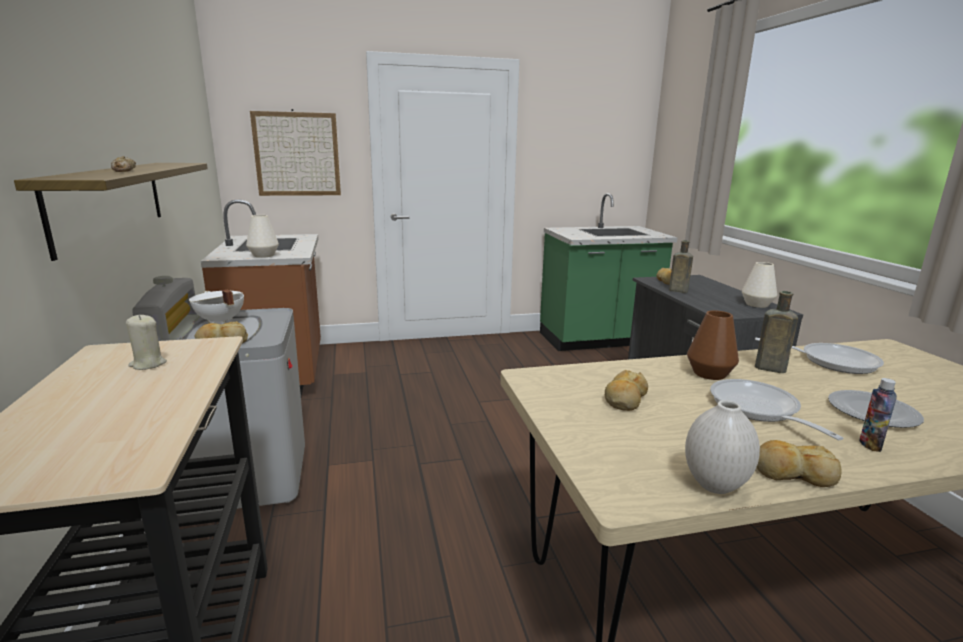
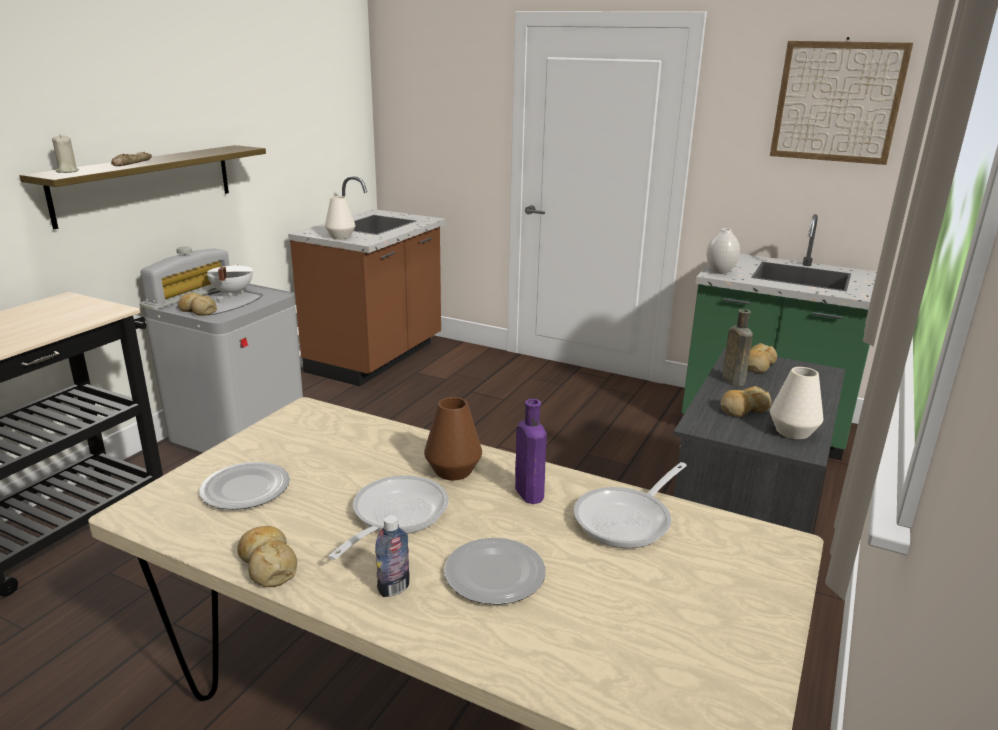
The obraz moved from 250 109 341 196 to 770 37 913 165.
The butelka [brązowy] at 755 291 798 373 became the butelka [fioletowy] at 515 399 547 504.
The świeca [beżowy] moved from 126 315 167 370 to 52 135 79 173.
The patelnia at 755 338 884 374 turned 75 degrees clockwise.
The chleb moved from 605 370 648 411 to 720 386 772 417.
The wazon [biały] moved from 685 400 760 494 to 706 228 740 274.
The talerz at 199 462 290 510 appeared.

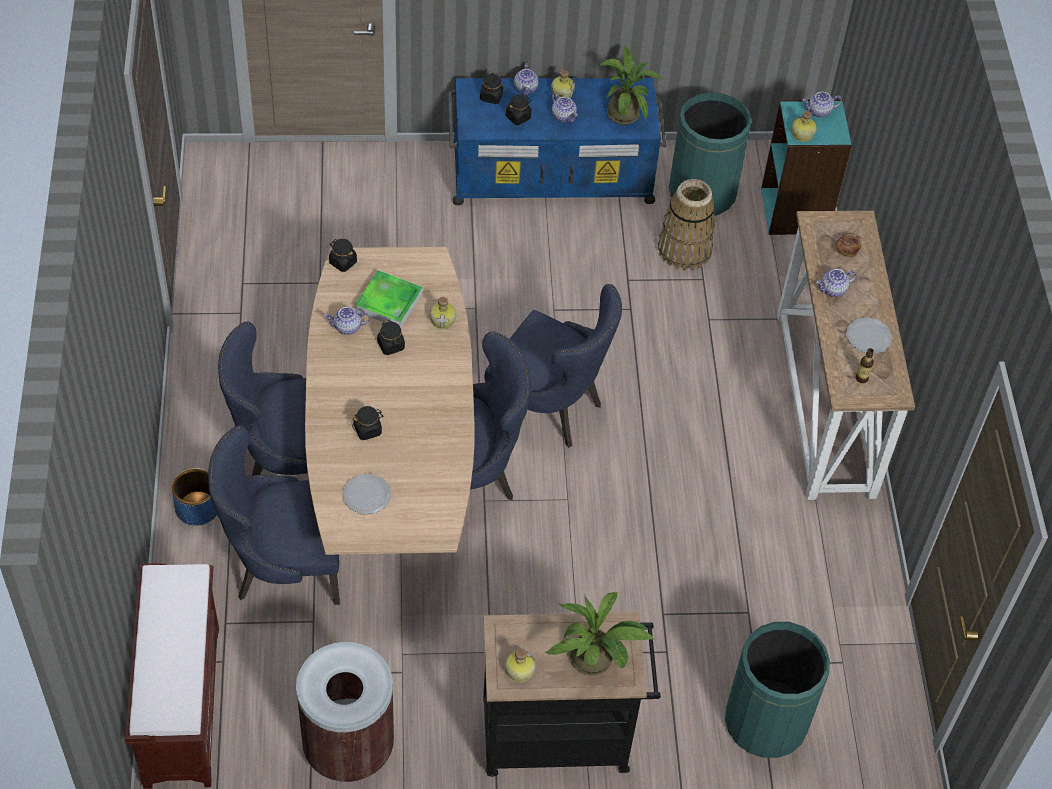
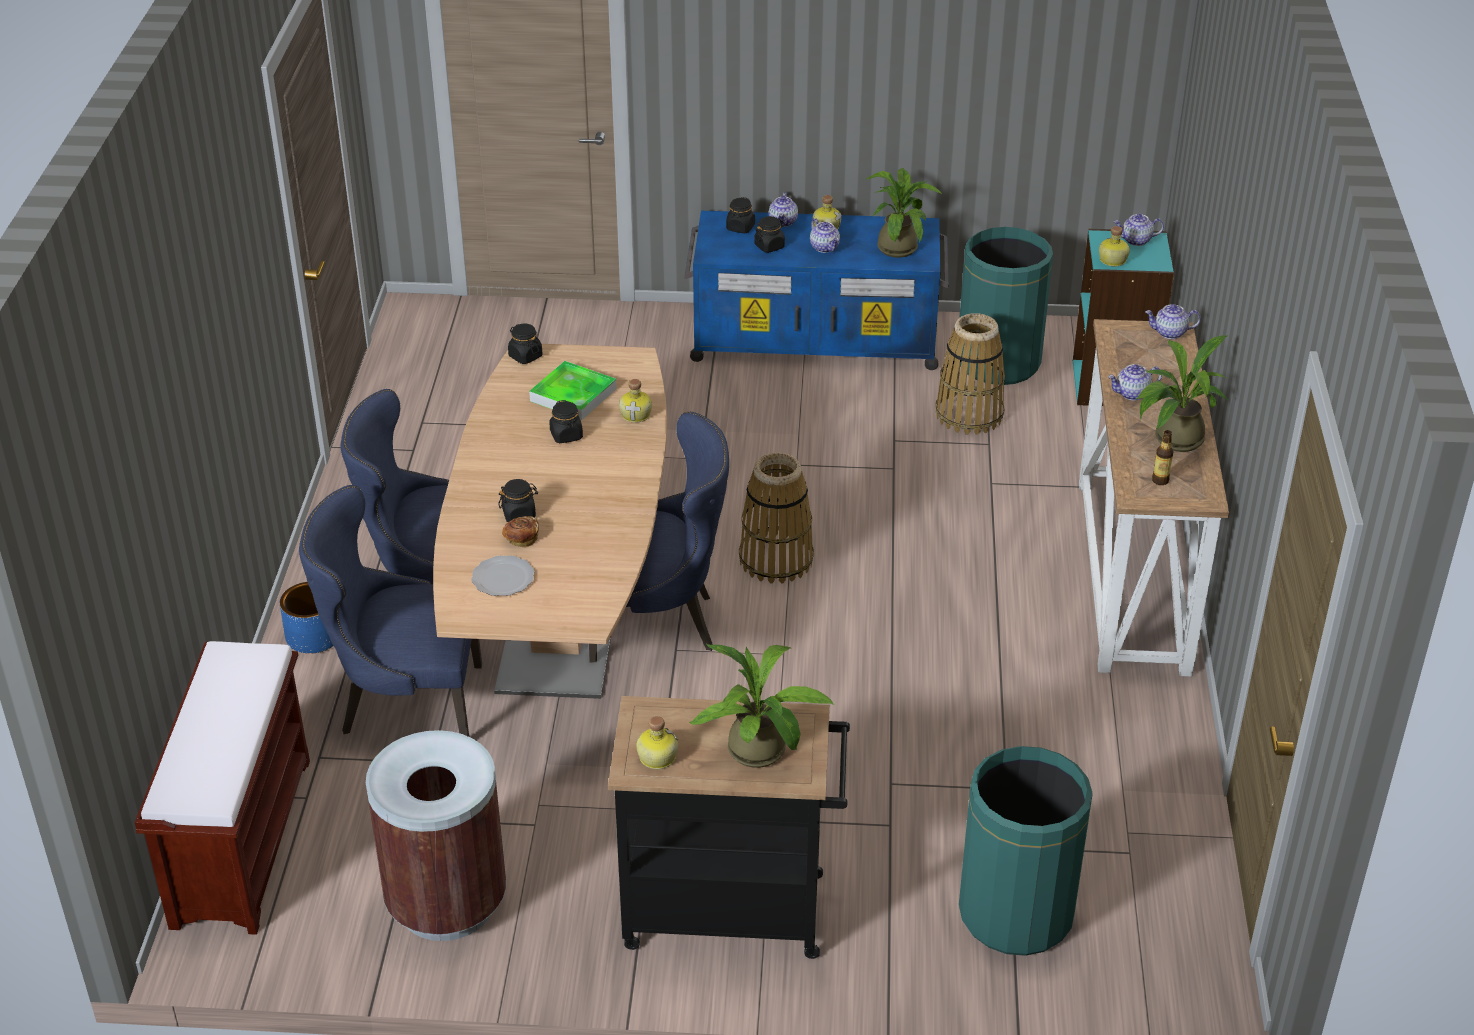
The chleb moved from 836 233 862 257 to 502 516 539 547.
The krzesło [niebieski] at 485 284 622 448 was replaced by the koszyk at 739 453 814 584.
The imbryk moved from 324 307 371 335 to 1145 304 1201 339.
The talerz at 846 317 893 354 was replaced by the roślina doniczkowa at 1136 336 1228 452.

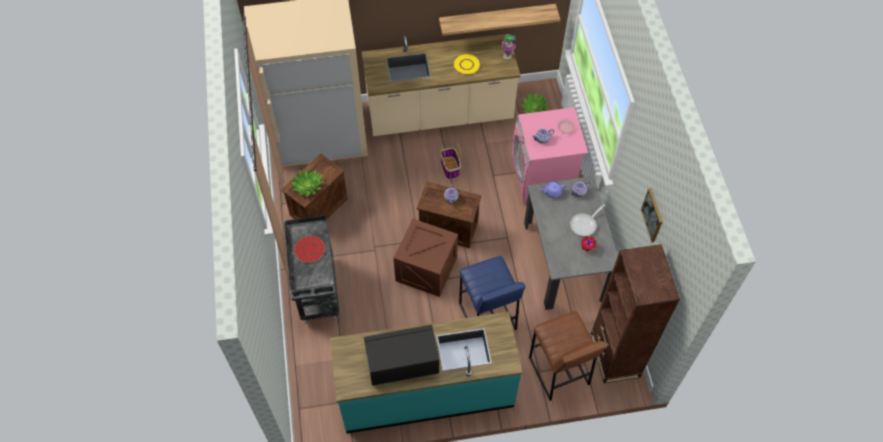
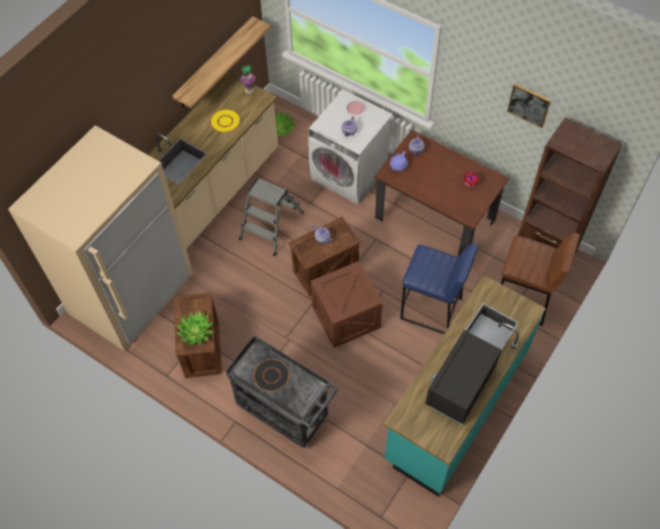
The pralka [różowy] at 512 107 588 205 became the pralka [biały] at 308 90 393 205.
The koszyk at 440 142 461 179 was replaced by the drabinka [szary] at 239 178 304 256.
The stół jadalny [szary] at 524 176 618 310 became the stół jadalny [brązowy] at 374 130 509 257.
The patelnia at 570 204 605 236 disappeared.
The talerz [czerwony] at 294 236 325 263 became the talerz [czarny] at 254 359 289 392.

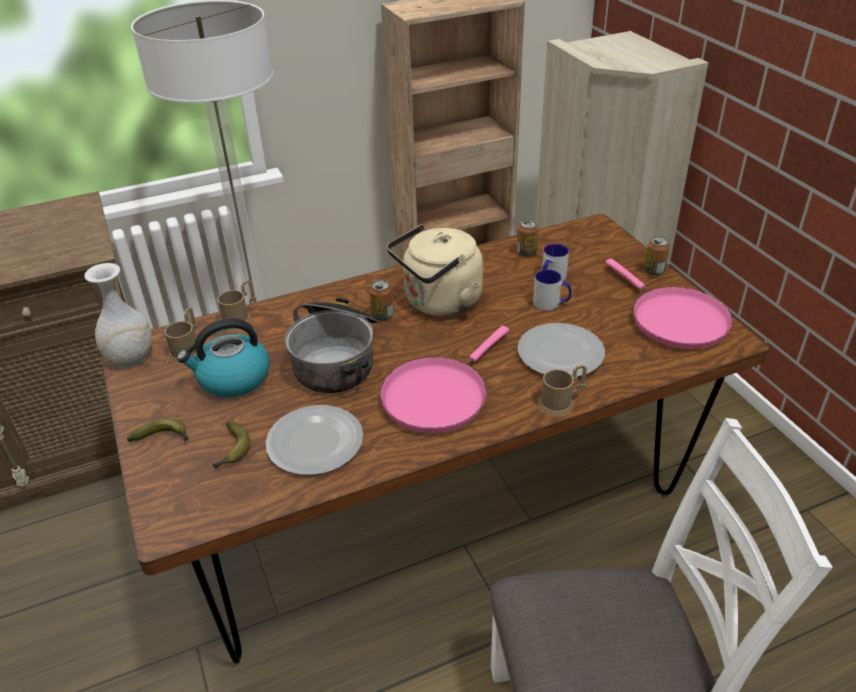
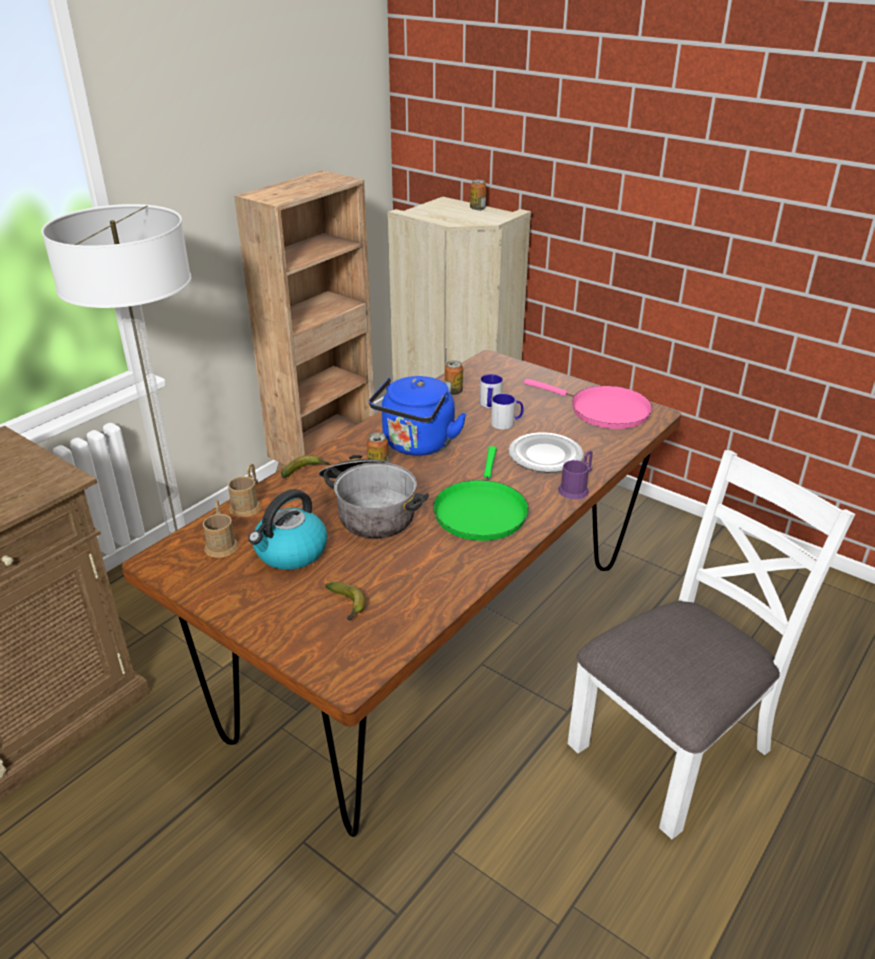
The czajnik [beżowy] at 387 224 483 316 became the czajnik [niebieski] at 369 376 467 456.
The puszka moved from 644 236 670 276 to 470 180 486 211.
The wazon [biały] at 84 263 152 367 disappeared.
The patelnia [różowy] at 380 326 509 433 became the patelnia [zielony] at 433 446 529 541.
The kubek [brązowy] at 538 365 587 417 became the kubek [fioletowy] at 558 451 593 499.
The talerz at 266 405 363 475 disappeared.
The banan moved from 127 418 189 442 to 281 455 329 478.

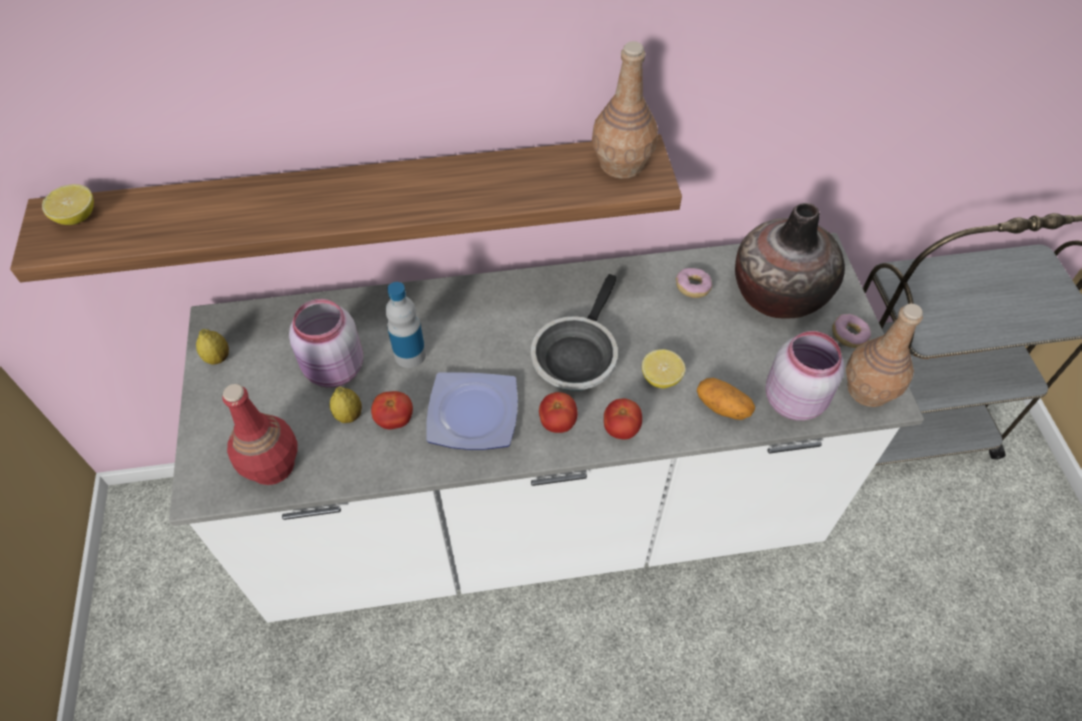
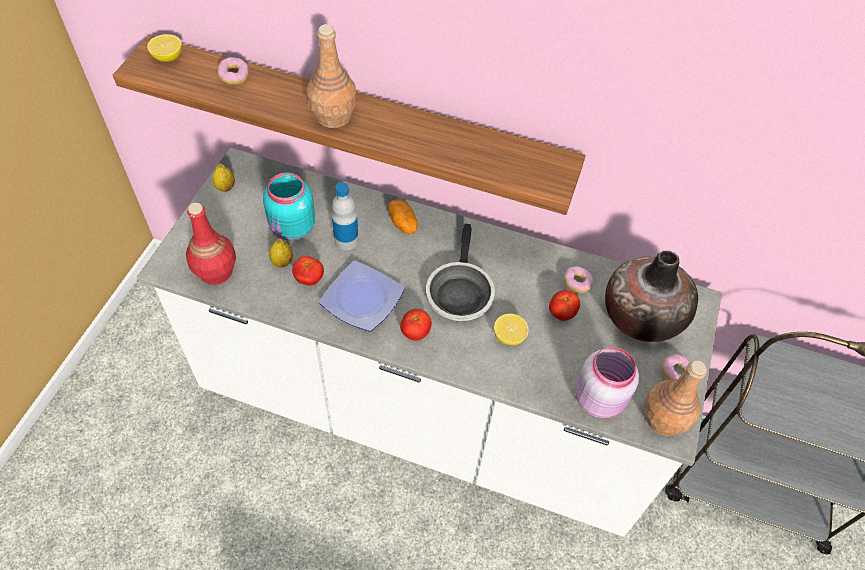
The butelka [brązowy] moved from 592 41 658 179 to 306 24 357 128.
The patelnia at 531 274 618 391 turned 45 degrees counterclockwise.
The słoik [różowy] at 289 299 363 388 became the słoik [turkusowy] at 263 173 315 241.
The ziemniak moved from 697 378 755 420 to 388 199 418 234.
The pomidor moved from 604 398 642 439 to 549 290 580 321.
The donut at 217 57 249 85 appeared.

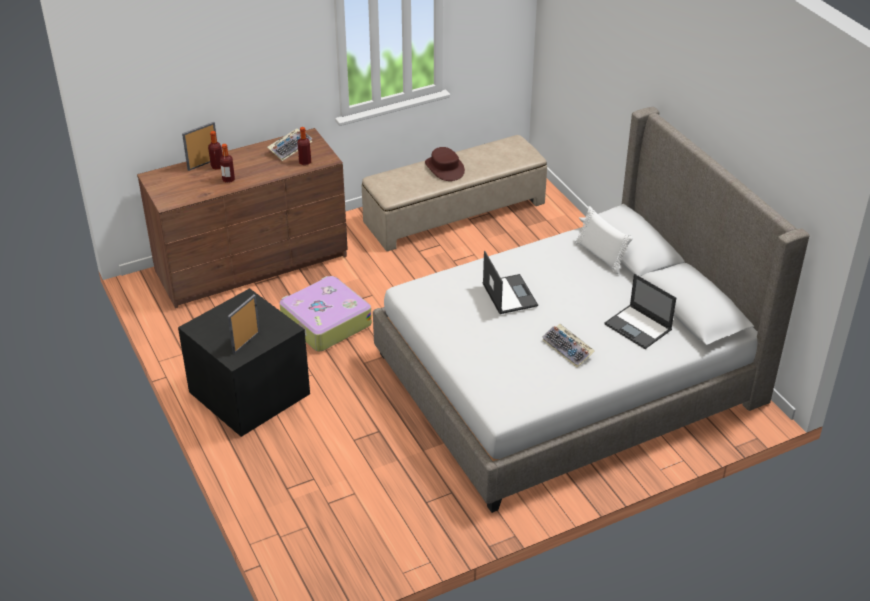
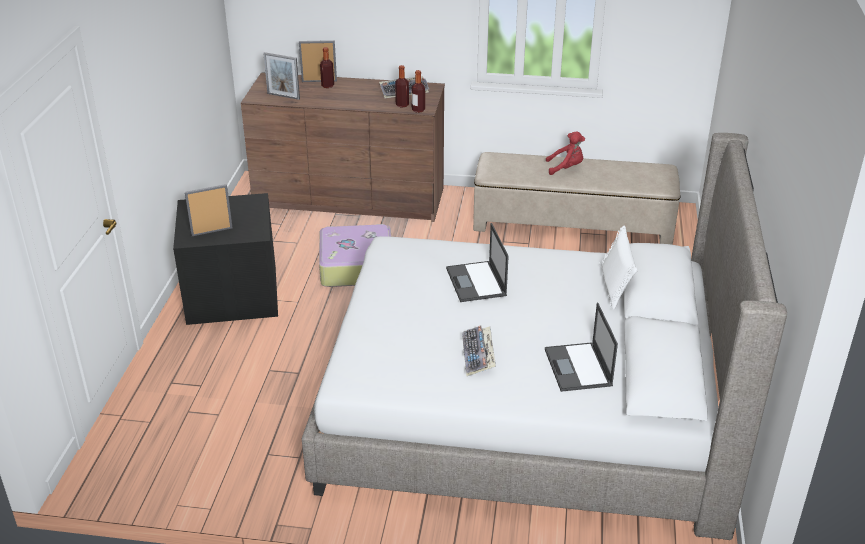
The butelka moved from 220 144 235 183 to 411 70 425 113.
The kapelusz [brązowy] at 425 147 465 181 was replaced by the pluszak [czerwony] at 546 131 585 175.
The laptop at 482 251 538 314 turned 150 degrees clockwise.
The ramka na zdjęcie at 263 52 300 100 appeared.

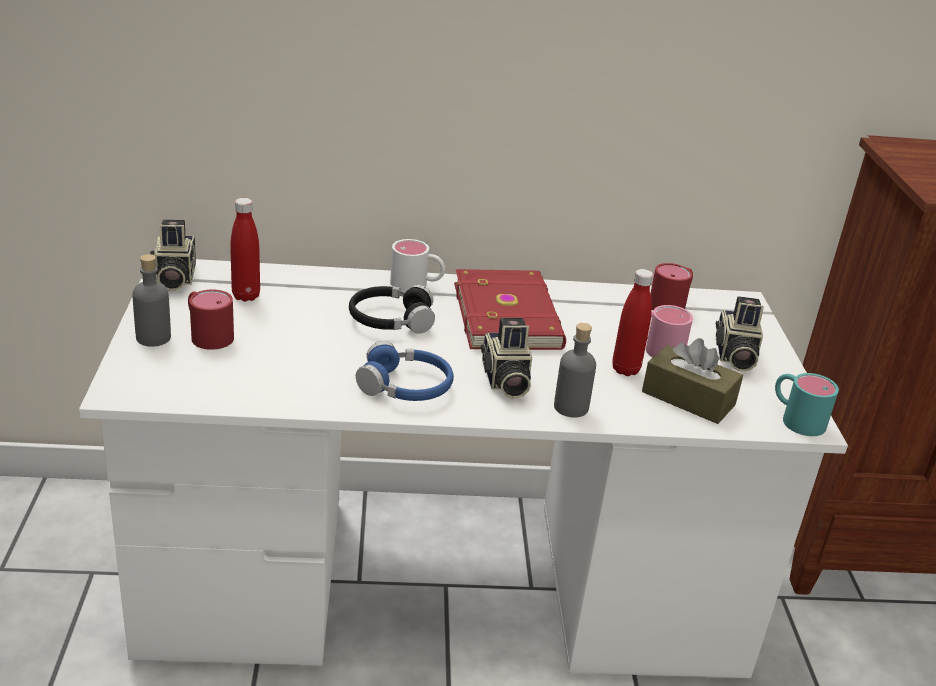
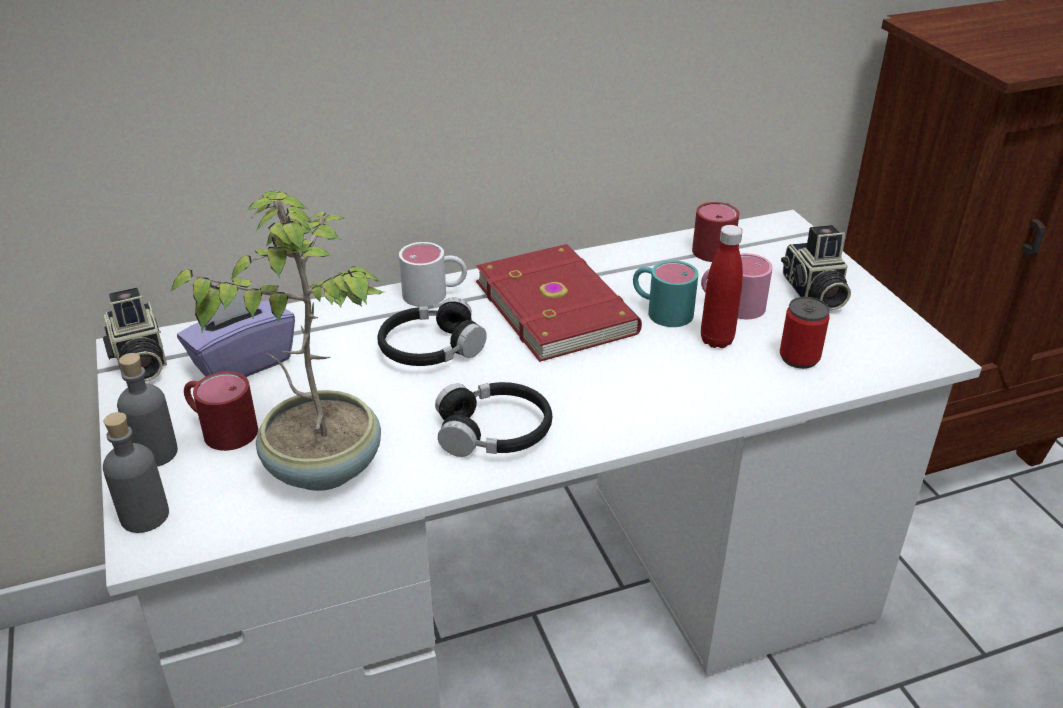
The butelka [czerwony] at 230 198 260 302 was replaced by the pudełko chusteczek [fioletowy] at 177 289 295 377.
The aparat fotograficzny at 481 318 532 399 disappeared.
The butelka [szary] moved from 554 323 596 417 to 103 412 169 533.
The pudełko chusteczek [brązowy] at 642 338 743 424 was replaced by the puszka at 780 297 830 369.
The słuchawki [niebieski] at 356 341 454 401 became the słuchawki [czarny] at 435 382 552 457.
The kubek [turkusowy] moved from 775 373 839 436 to 633 260 698 327.
The roślina doniczkowa at 169 191 383 491 appeared.

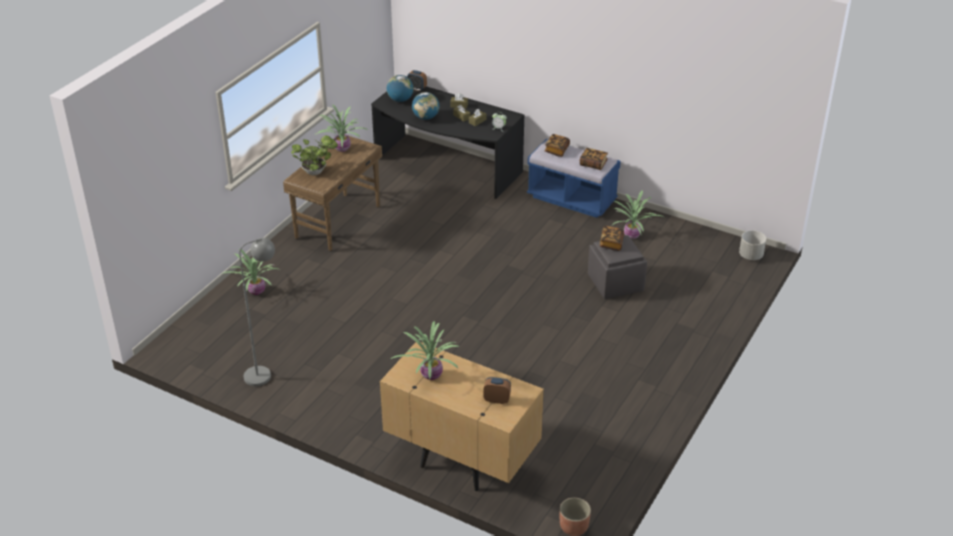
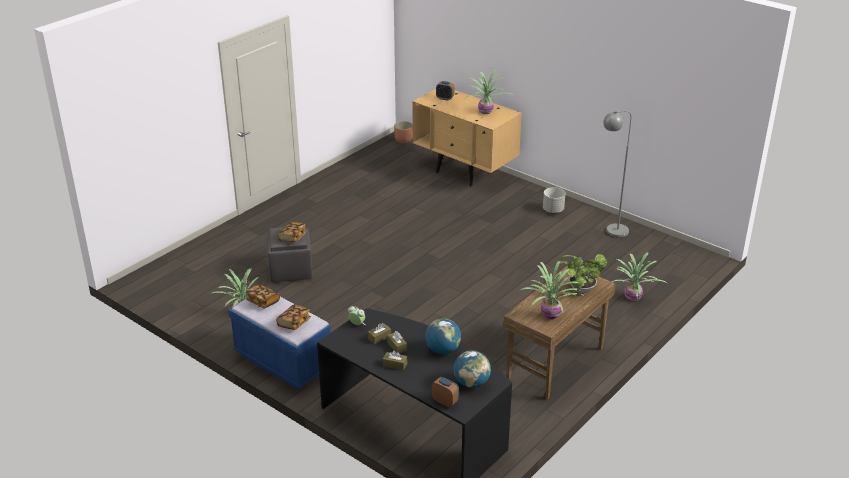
The donica [szary] moved from 739 230 766 260 to 543 187 565 213.

